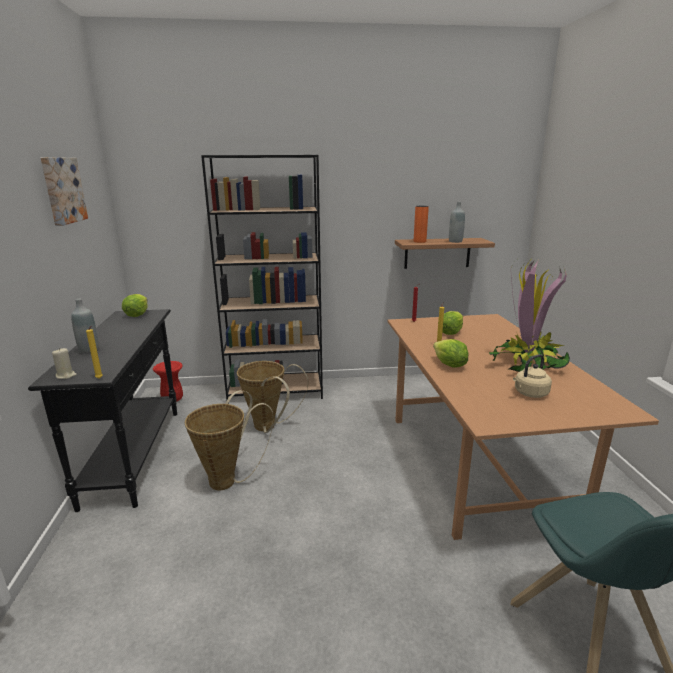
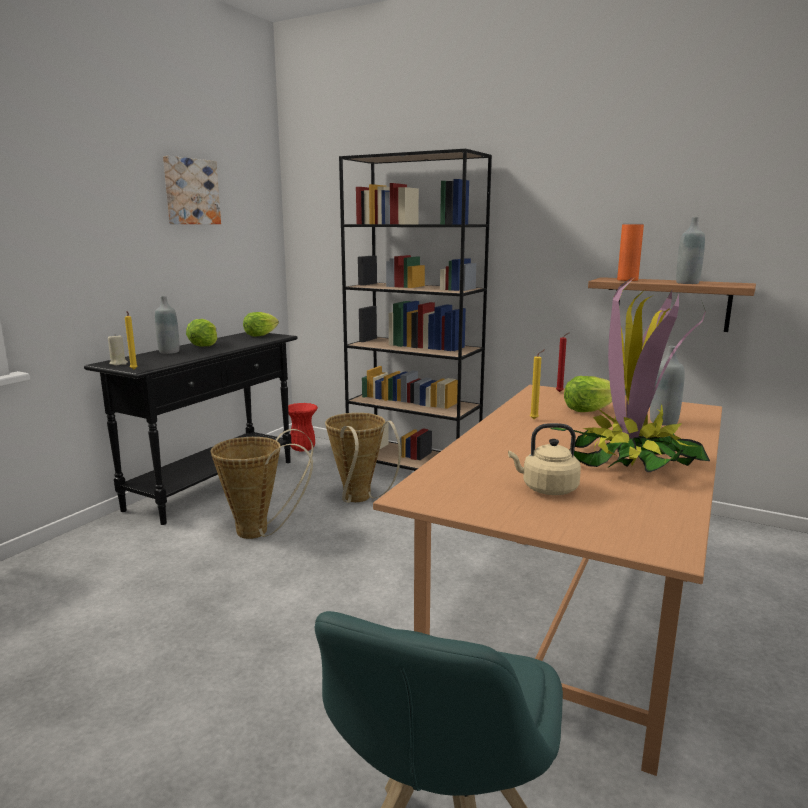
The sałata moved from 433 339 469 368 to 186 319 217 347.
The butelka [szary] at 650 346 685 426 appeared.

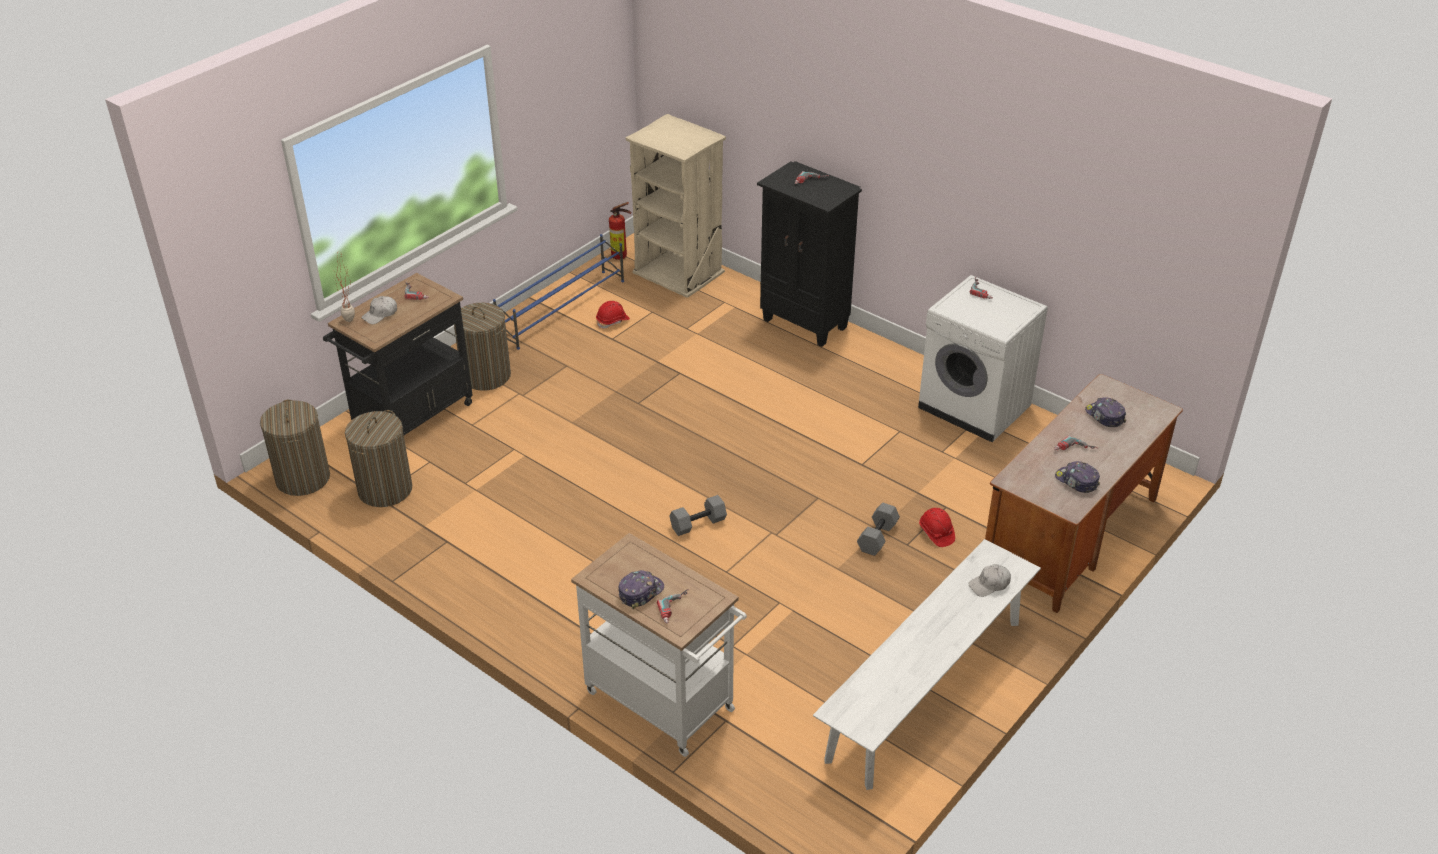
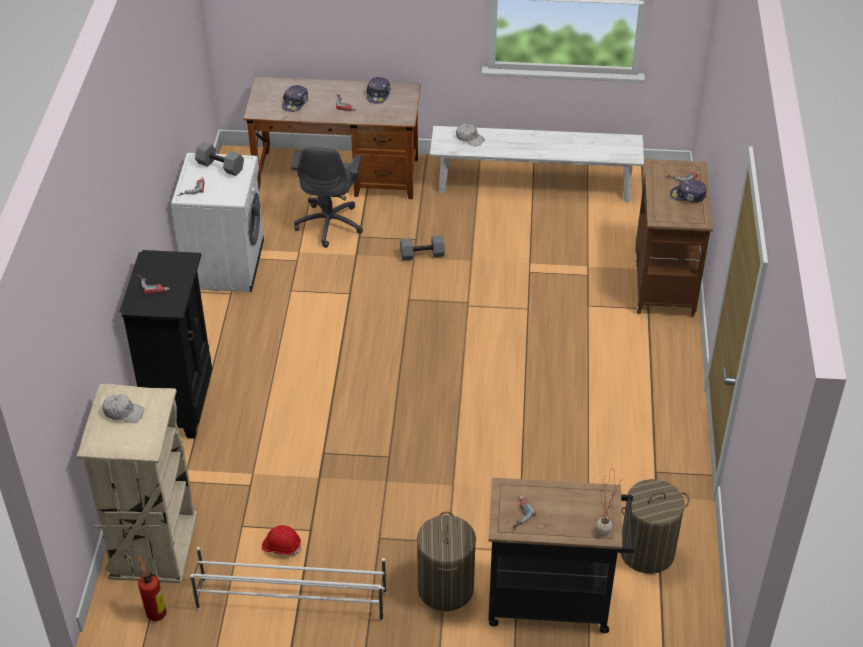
The regał na buty [niebieski] at 493 234 624 350 became the regał na buty [biały] at 190 547 387 622.
The czapka z daszkiem [biały] moved from 361 296 397 324 to 103 394 144 423.
The kosz na pranie at 260 400 330 496 disappeared.
The hantel [szary] moved from 670 495 727 536 to 195 142 244 176.
The kask [czerwony] at 919 508 955 547 disappeared.
The wózek [biały] at 571 533 747 757 became the wózek [brązowy] at 635 159 713 317.
The krzesło biurowe [szary] at 291 146 363 248 appeared.

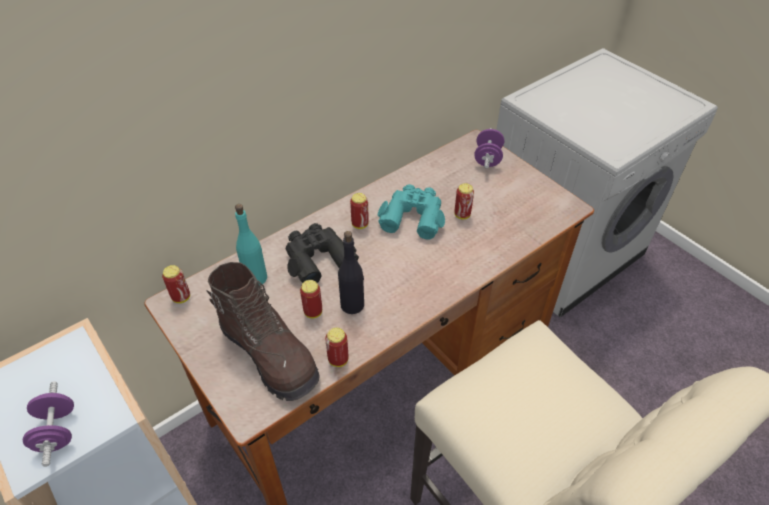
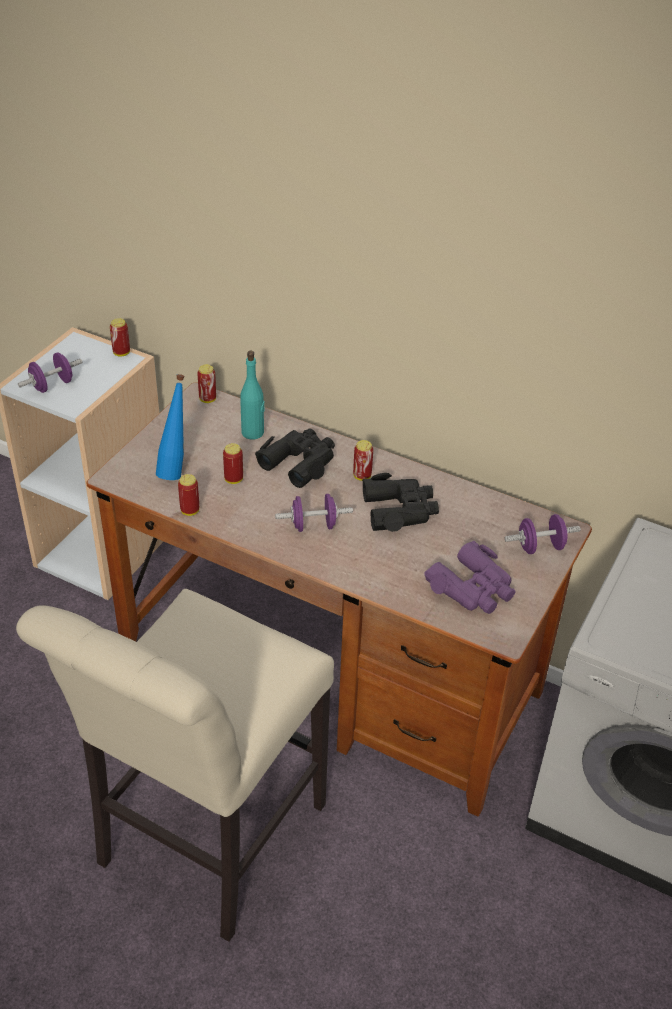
The puszka moved from 454 183 474 219 to 110 318 130 357.
The lornetka [turkusowy] at 378 184 445 239 became the lornetka [czarny] at 362 473 439 532.
The butelka [czarny] at 338 231 364 314 disappeared.
The but z cholewką [brązowy] at 206 262 320 401 was replaced by the butelka [niebieski] at 156 374 184 480.
The hantel [fioletowy] at 275 494 353 532 appeared.
The lornetka [fioletowy] at 424 541 516 614 appeared.

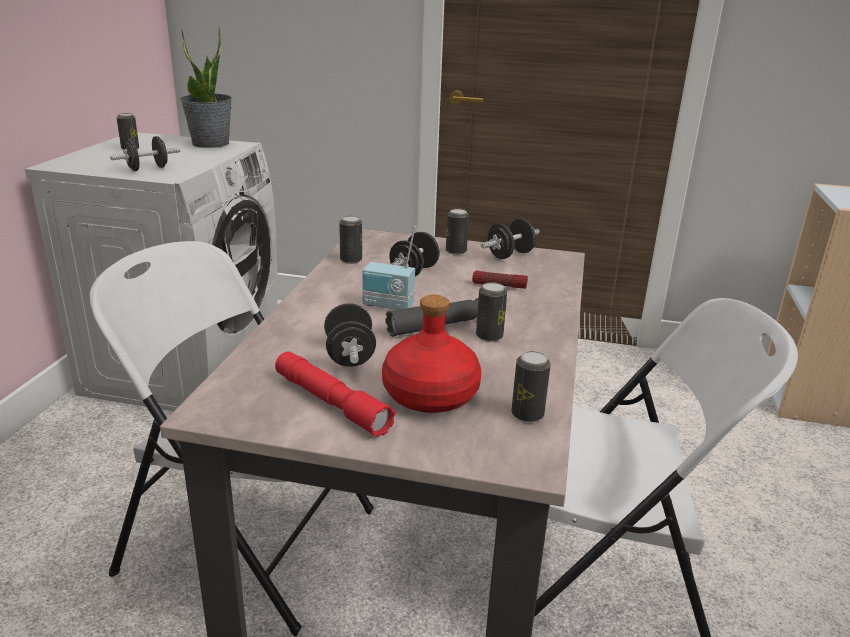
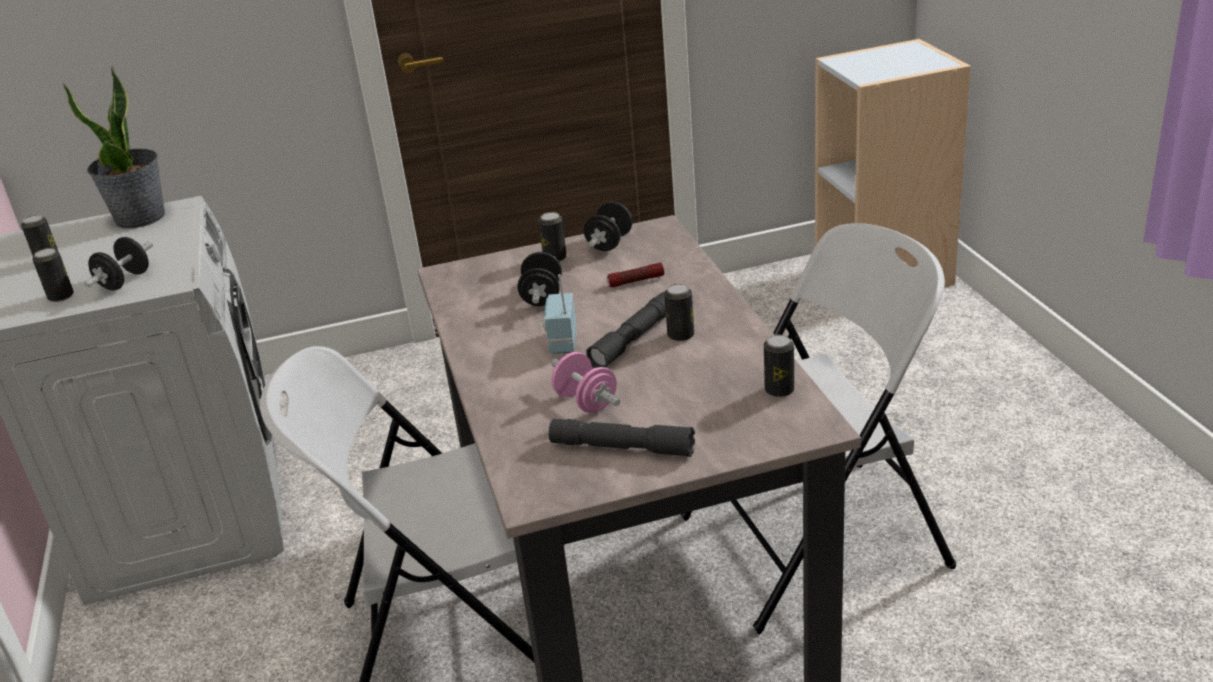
The puszka moved from 339 216 362 264 to 32 248 74 302.
The radio at 362 226 416 310 turned 105 degrees clockwise.
The butelka [czerwony] at 382 294 482 413 disappeared.
The hantel [czarny] at 324 303 376 367 became the hantel [różowy] at 551 352 620 413.
The latarka [czerwony] at 275 351 395 437 became the latarka [szary] at 549 419 695 457.

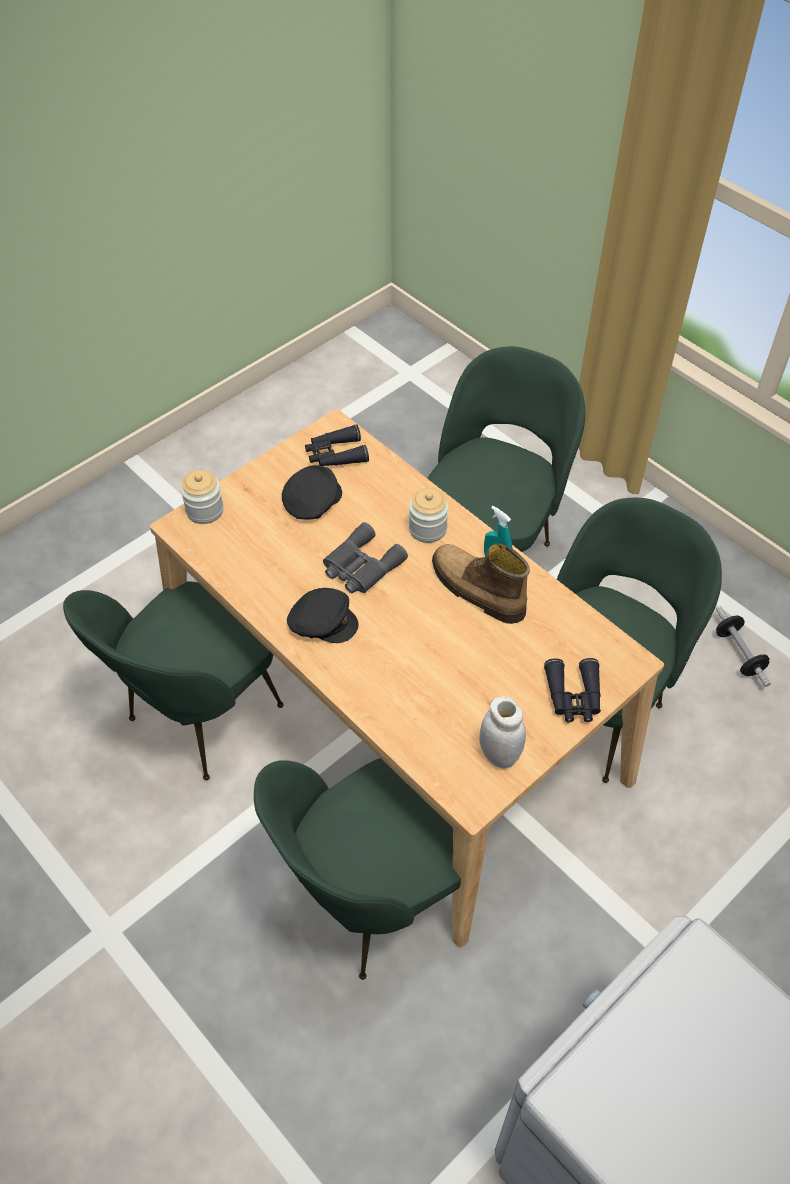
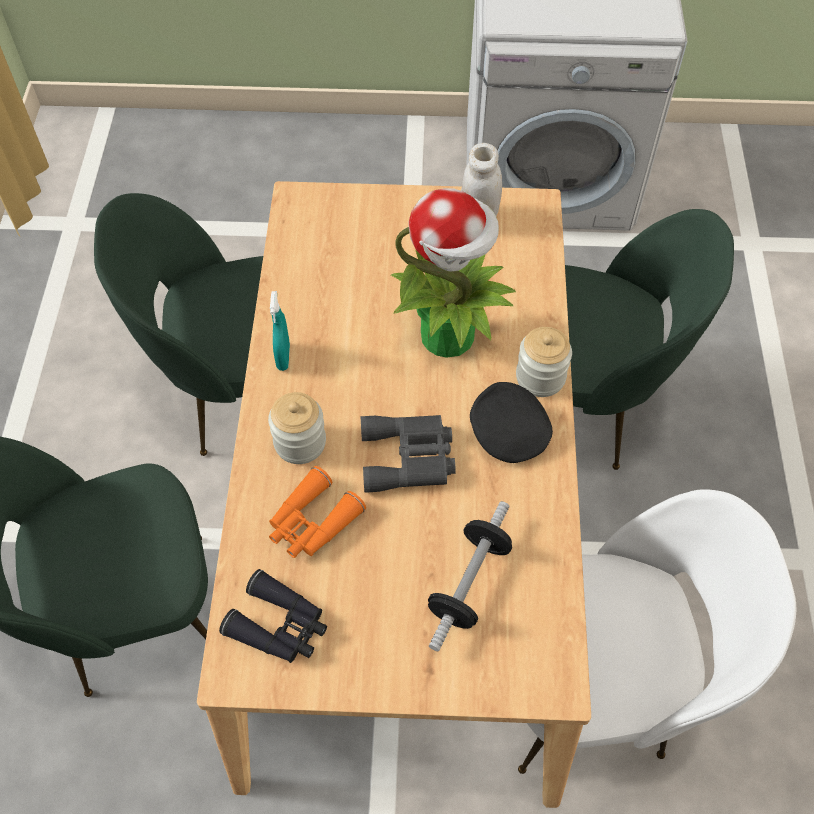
The czapka z daszkiem [czarny] at 282 465 342 519 disappeared.
The słoik moved from 181 470 224 524 to 516 327 572 397.
The but z cholewką at 432 543 530 624 disappeared.
The krzesło [zielony] at 63 581 284 780 became the krzesło [biały] at 518 489 796 774.
The hantel moved from 716 606 771 687 to 428 501 512 651.
The lornetka [czarny] at 544 658 601 722 disappeared.
The roślina doniczkowa at 391 188 516 358 appeared.
The lornetka [pomarańczowy] at 269 466 366 558 appeared.

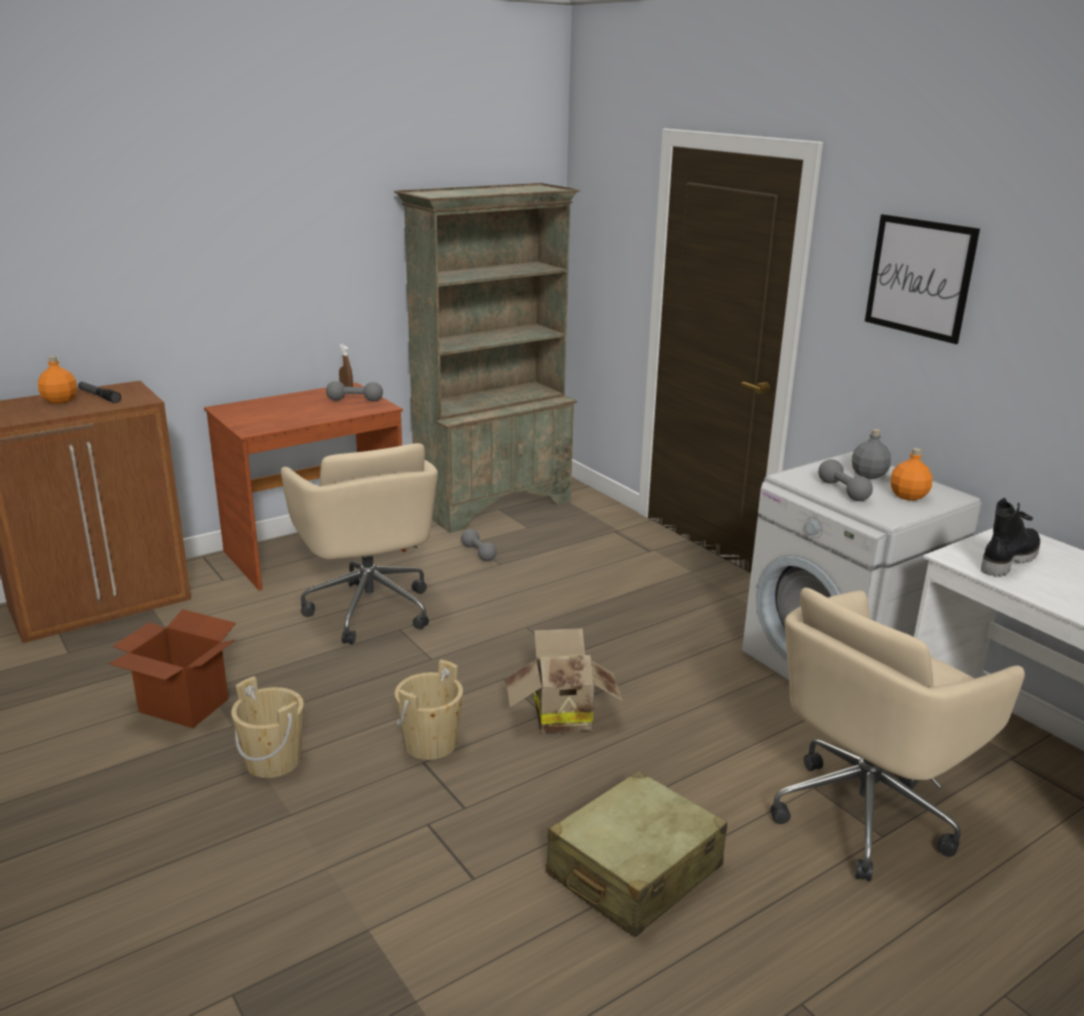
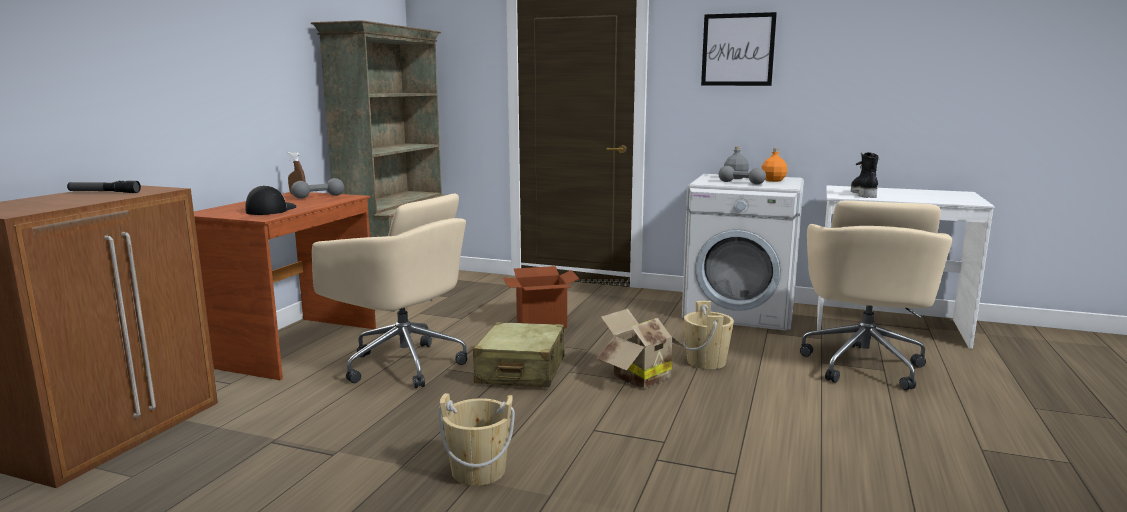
The butelka [pomarańczowy] at 38 356 77 404 disappeared.
The hantel [szary] at 461 529 497 561 disappeared.
The karton moved from 108 609 236 728 to 503 266 580 329.
The wiadro [beżowy] moved from 395 660 463 760 to 683 301 734 369.
The walizka [beżowy] moved from 546 770 727 938 to 473 322 565 387.
The czapka z daszkiem at 245 185 296 215 appeared.

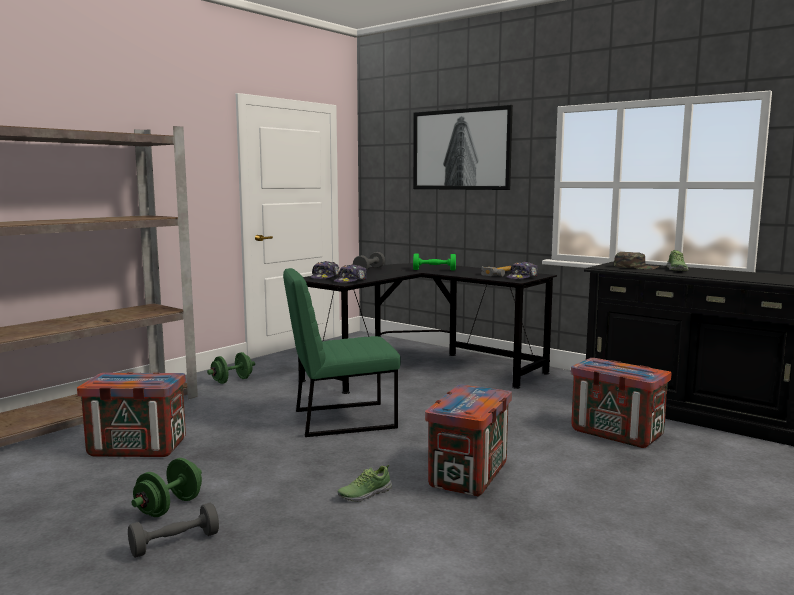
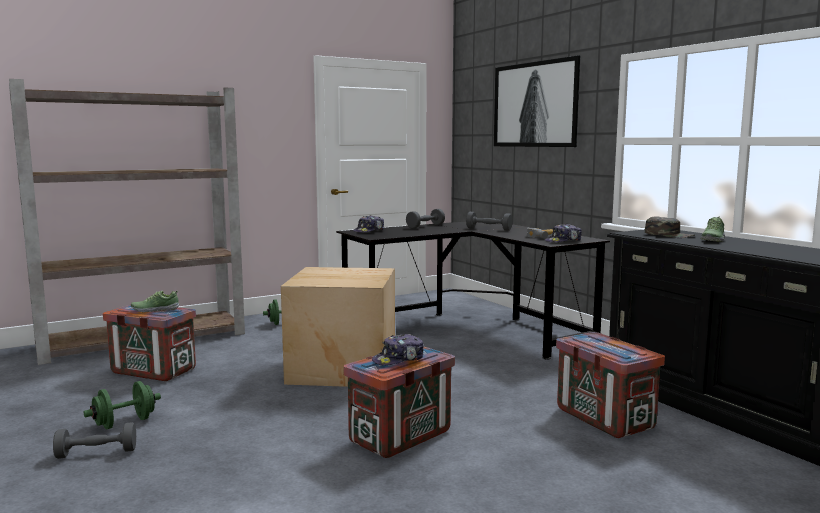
The hantel [zielony] at 413 254 456 270 became the hantel [szary] at 466 212 513 231.
The czapka z daszkiem moved from 334 264 367 283 to 372 334 424 365.
The krzesło [zielony] at 283 268 401 437 was replaced by the karton at 281 267 395 387.
The but moved from 337 465 392 502 to 131 291 179 312.

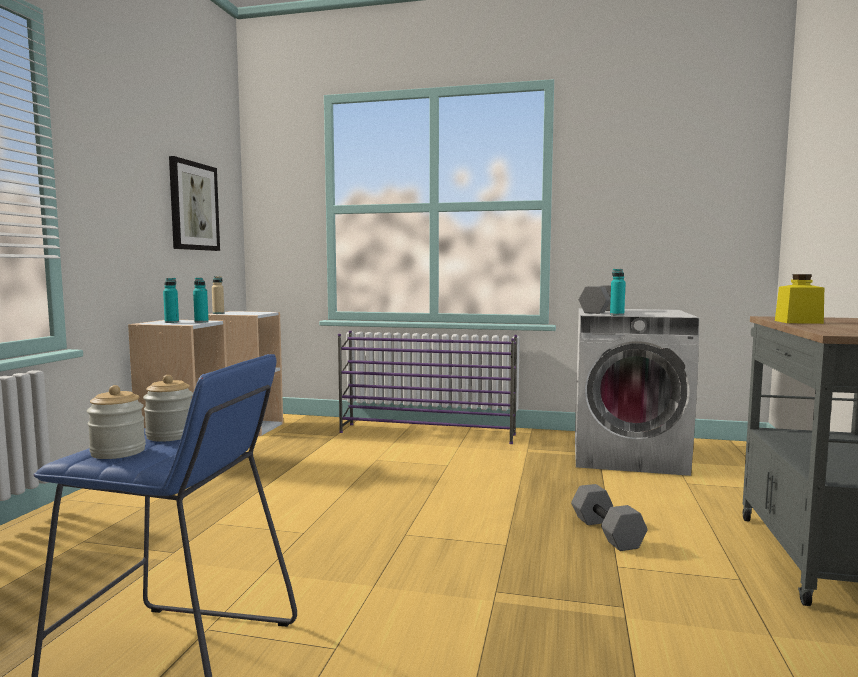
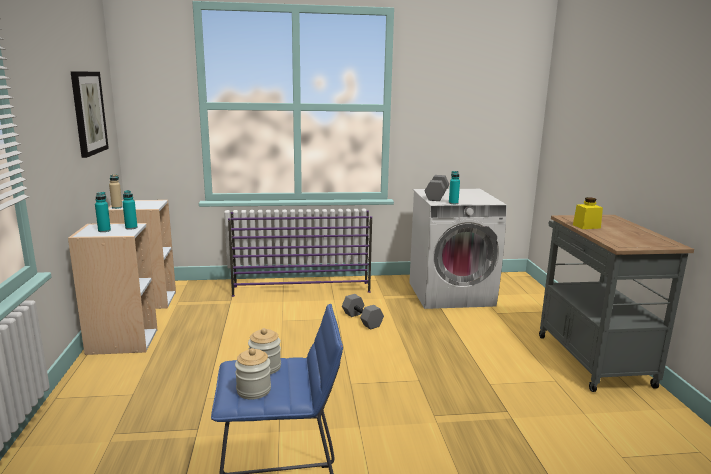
The hantel [szary] moved from 571 484 648 551 to 342 294 384 329.

